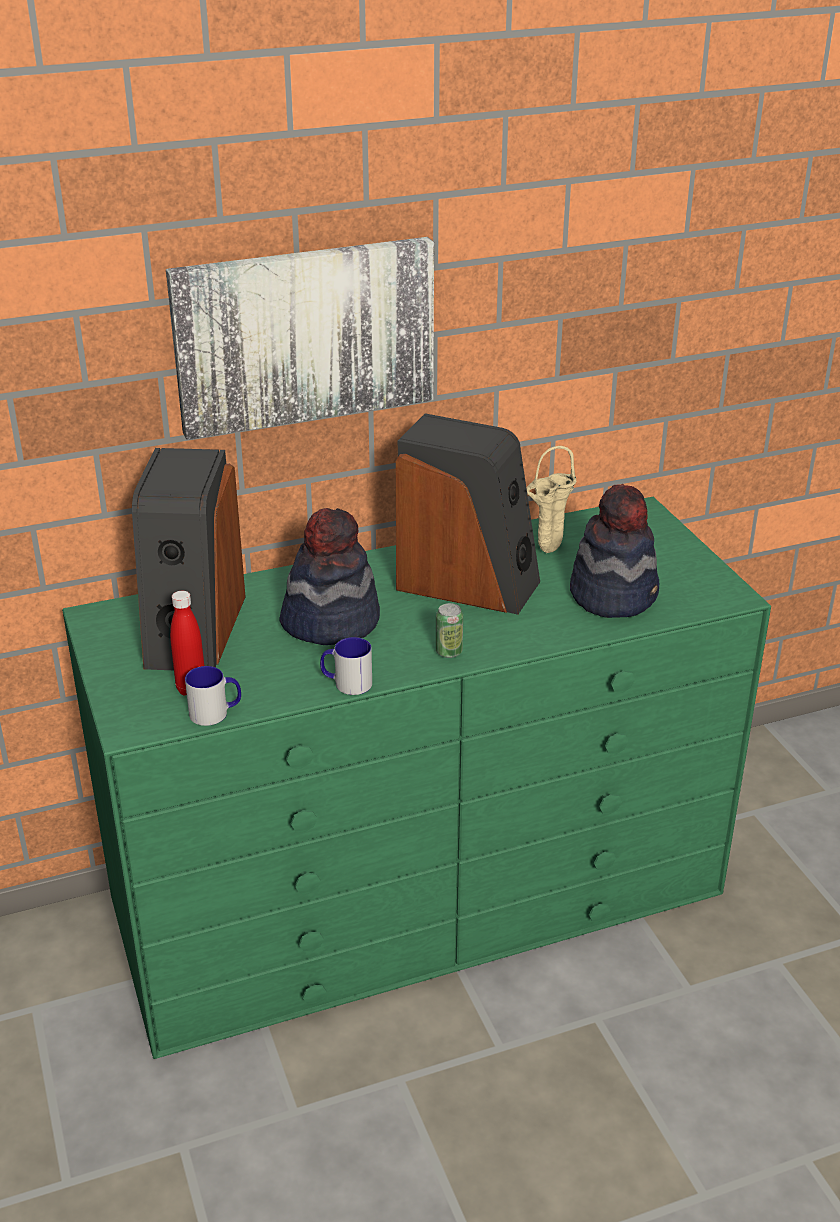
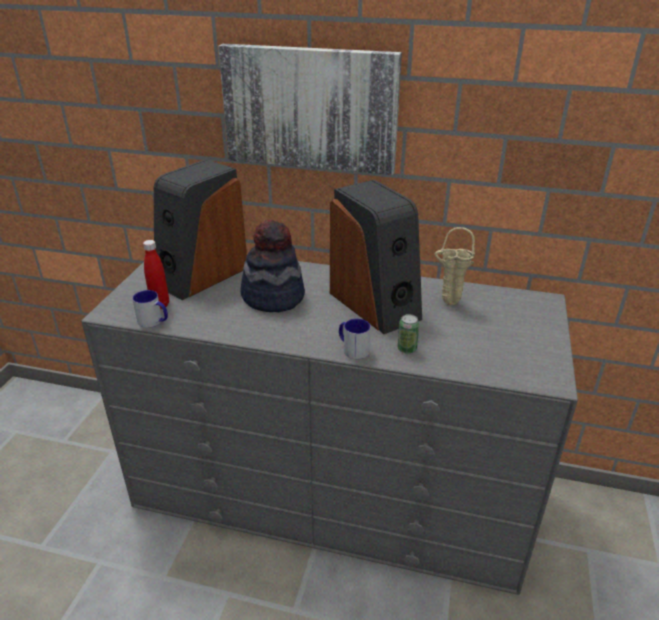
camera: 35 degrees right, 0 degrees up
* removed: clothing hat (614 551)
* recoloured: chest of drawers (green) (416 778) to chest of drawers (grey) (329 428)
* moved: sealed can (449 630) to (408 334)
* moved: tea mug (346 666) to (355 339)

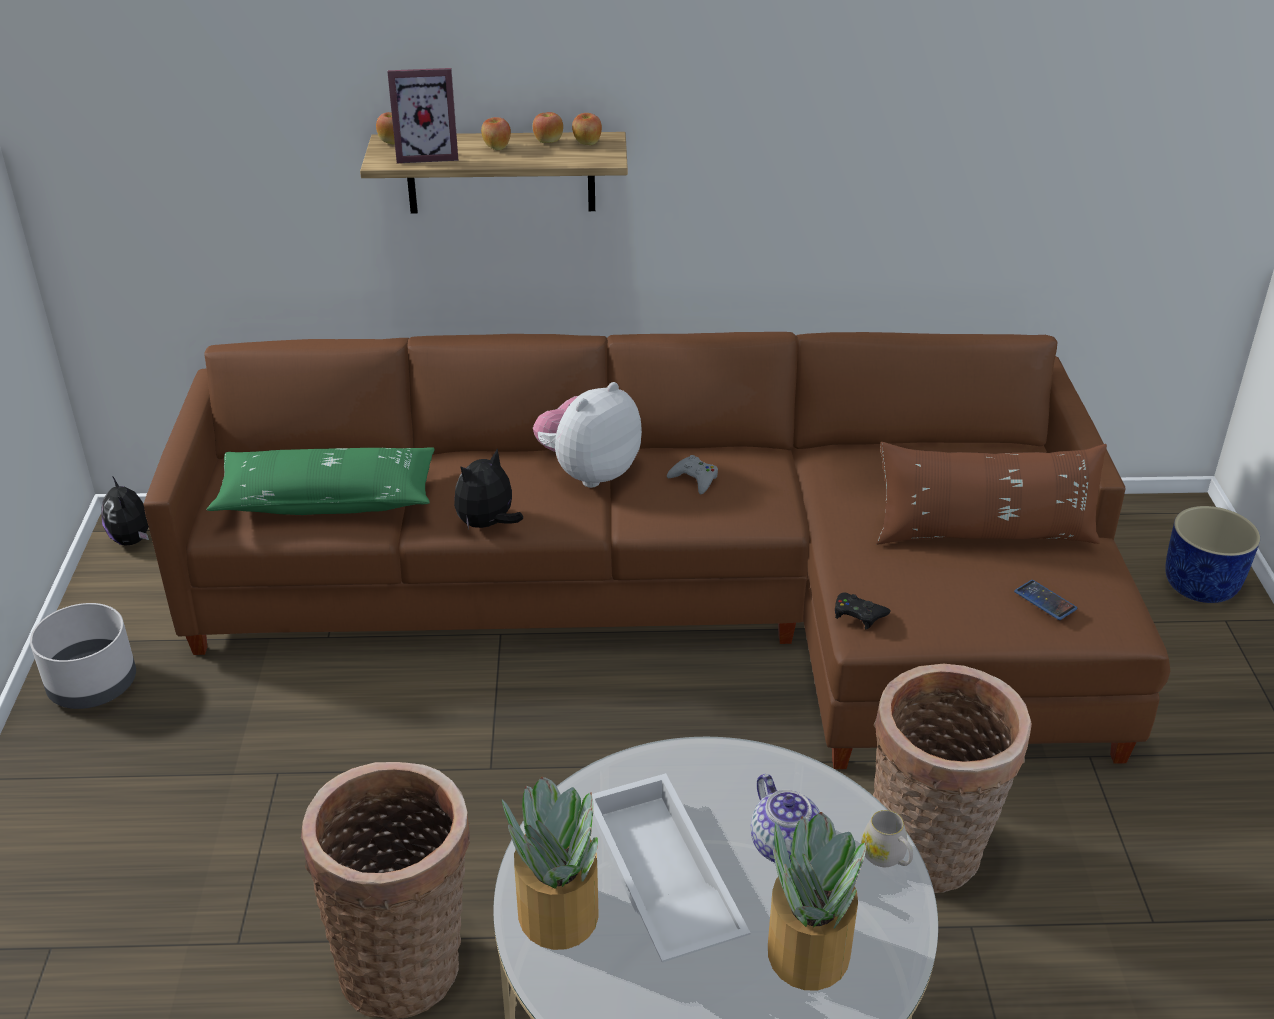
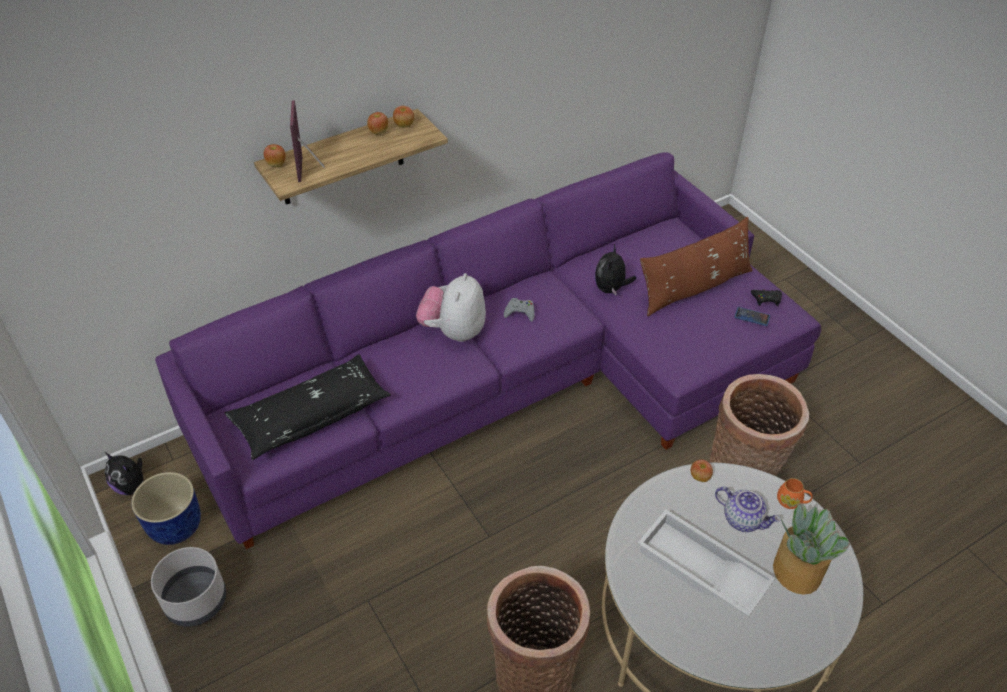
camera: 30 degrees left, 10 degrees up
* turned: photo frame (422 115) = (307 141) 120 degrees clockwise
* moved: apple fruit (496 133) to (702 470)
* recoloured: couch (brownish) (657 550) to couch (purple) (488 350)
* recoloured: throw pillow (green) (320 481) to throw pillow (black) (308 407)
* moved: cuddly toy (488 489) to (615 269)
* moved: flower pot (bluish) (1212 554) to (166 508)
* moved: gamepad (black) (863 611) to (766 298)
* removed: houseplant (550 863)
* recoloured: tea mug (whitish) (887 838) to tea mug (orange-coloured) (795 493)

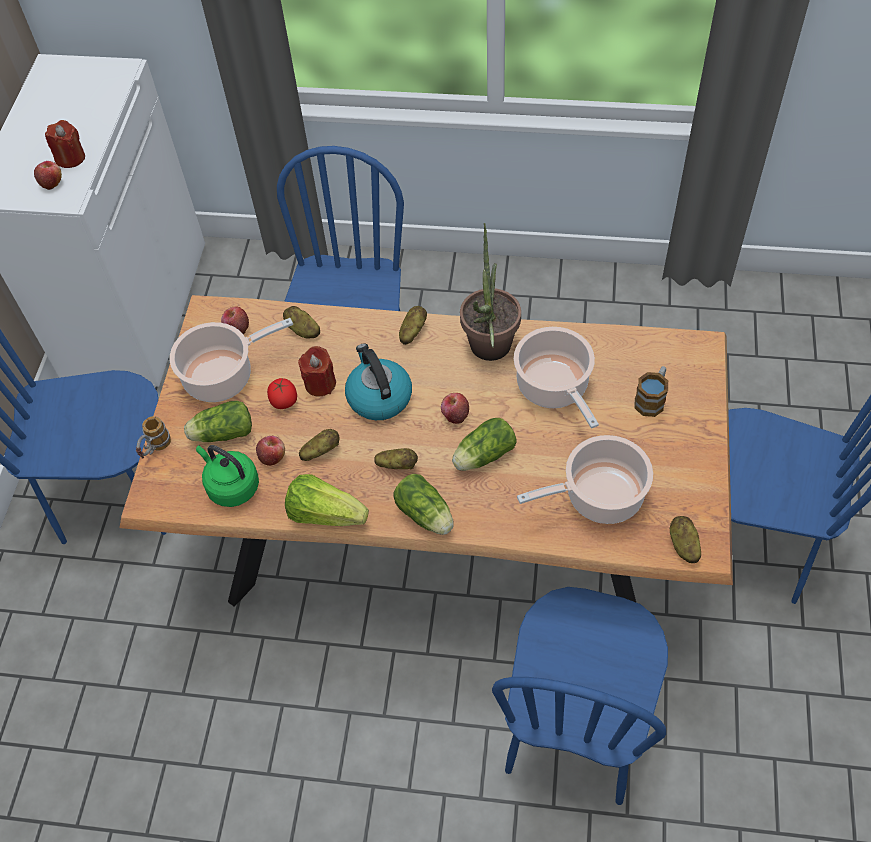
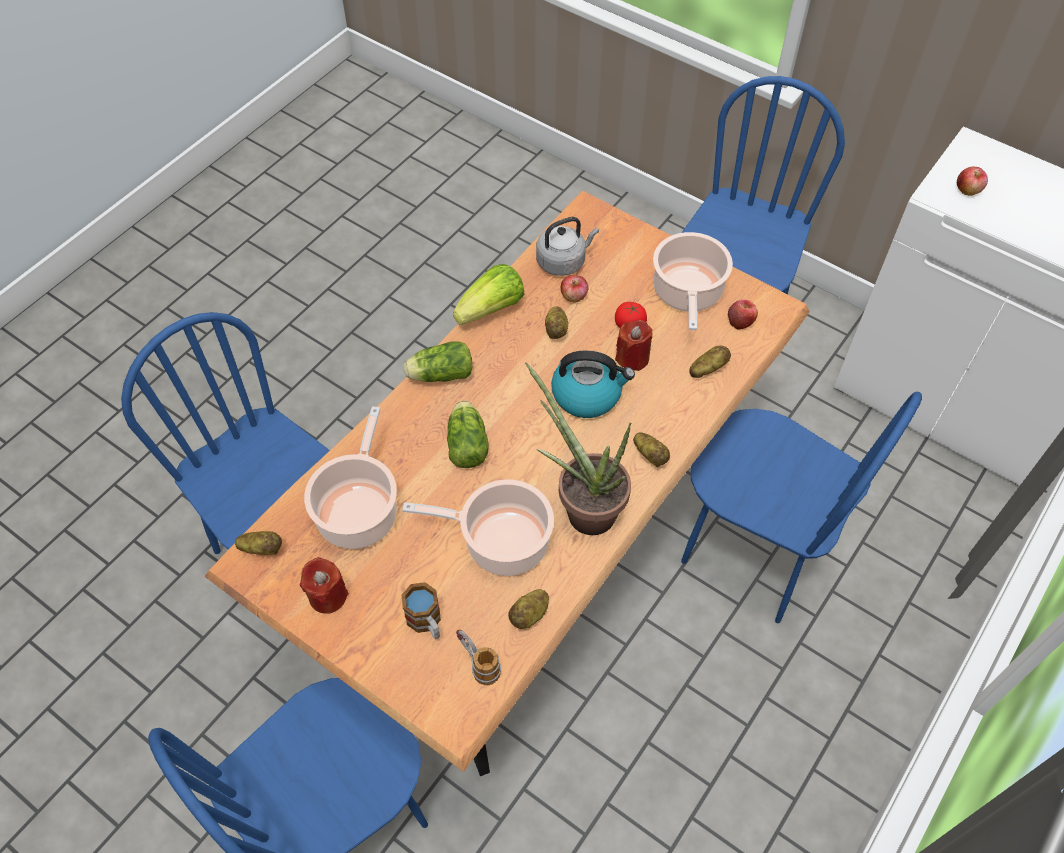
camera: 115 degrees right, 0 degrees up
* moved: wax light (reddish) (65 144) to (324 585)
* removed: apple fruit (455 408)
* removed: lettuce head (218 421)
* moved: tea mug (153 437) to (478 657)
* recoloured: kettle (green) (227 476) to kettle (grey) (567 246)
* moved: spud (396 458) to (528 609)

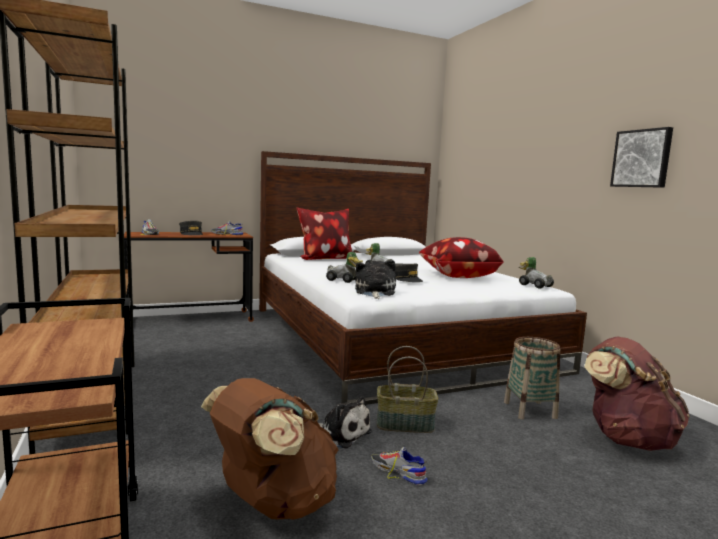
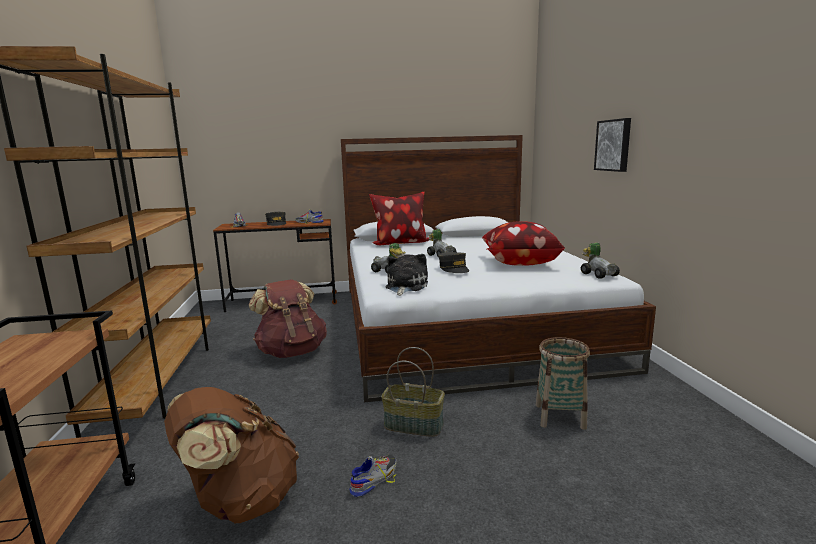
camera: 15 degrees right, 5 degrees up
* moved: picture (641 157) to (612 145)
* moved: knapsack (brownish) (637 394) to (287 318)
* removed: cuddly toy (345 422)
* turned: low shoe (400 466) = (372 476) 75 degrees clockwise

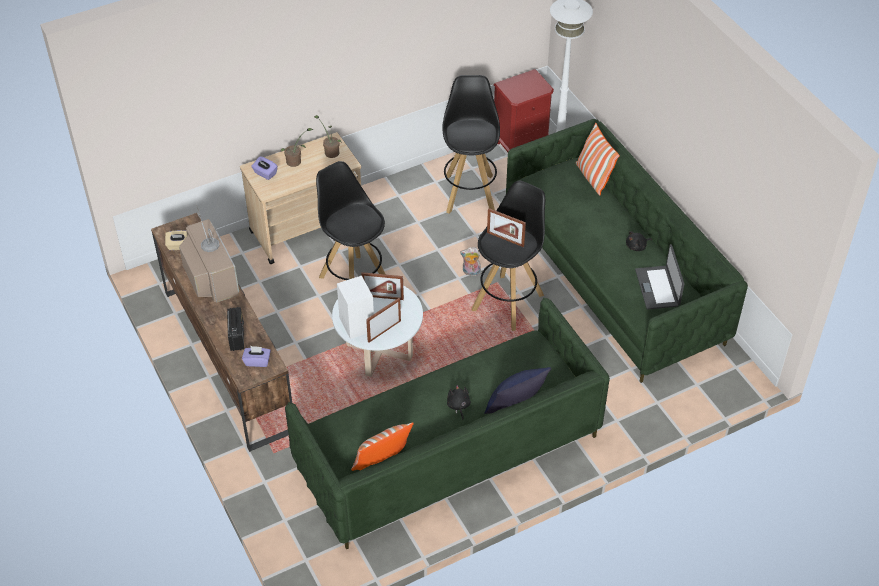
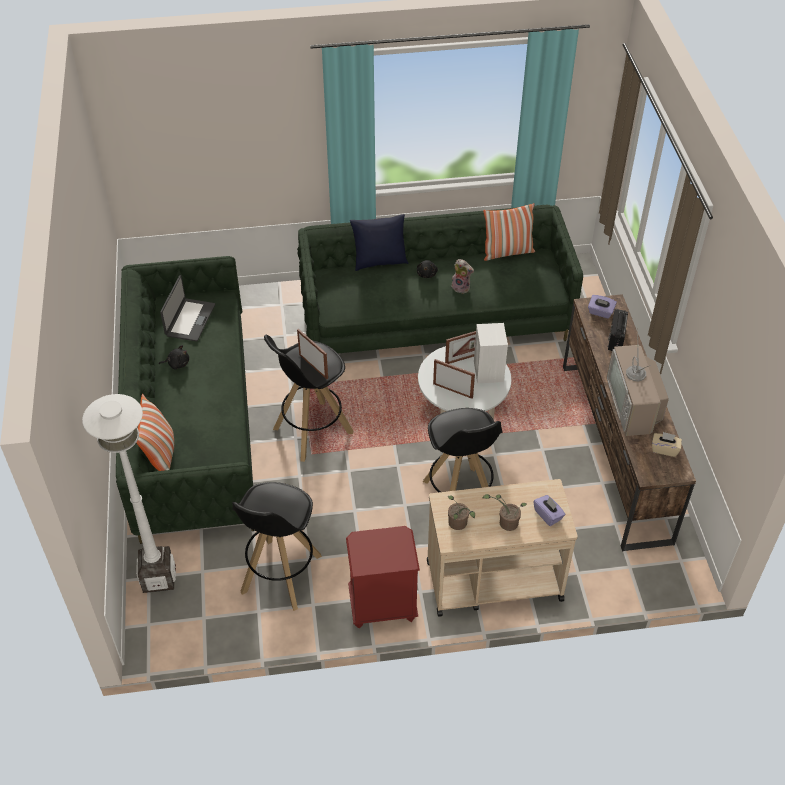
camera: 160 degrees left, 0 degrees up
* moved: bedside table (reddish) (524 110) to (383 577)
* moved: cuddly toy (470 261) to (462 276)

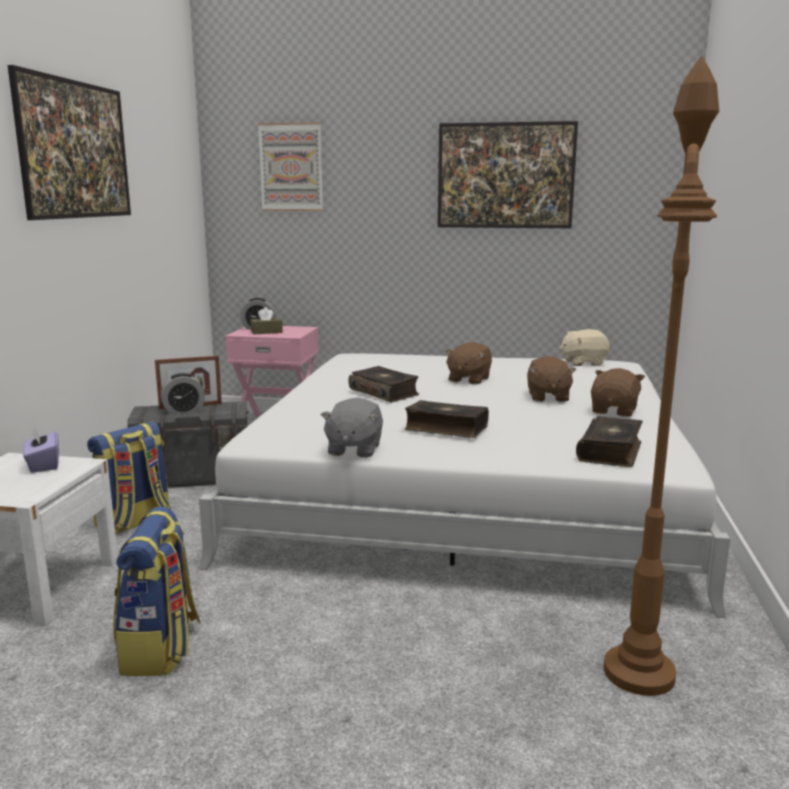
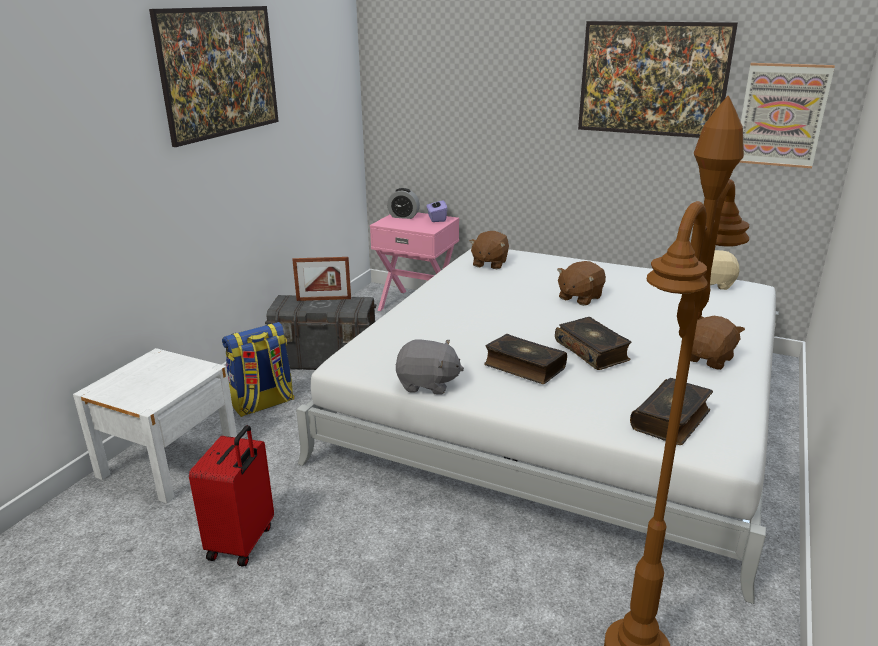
camera: 15 degrees right, 10 degrees up
* moved: picture (290 166) to (787 115)
* removed: tissue box (brownish) (267 321)
* moved: cuddly toy (brownish) (551 379) to (489 250)
* moved: volume (383 384) to (593 343)
* removed: bedside clock (183 393)
* turned: cuddly toy (grey) (352 428) = (430 367) 105 degrees counterclockwise
* moved: tissue box (purple) (40 449) to (436 211)
* replaced: knapsack (156 591) to piece of luggage (reddish) (231 496)

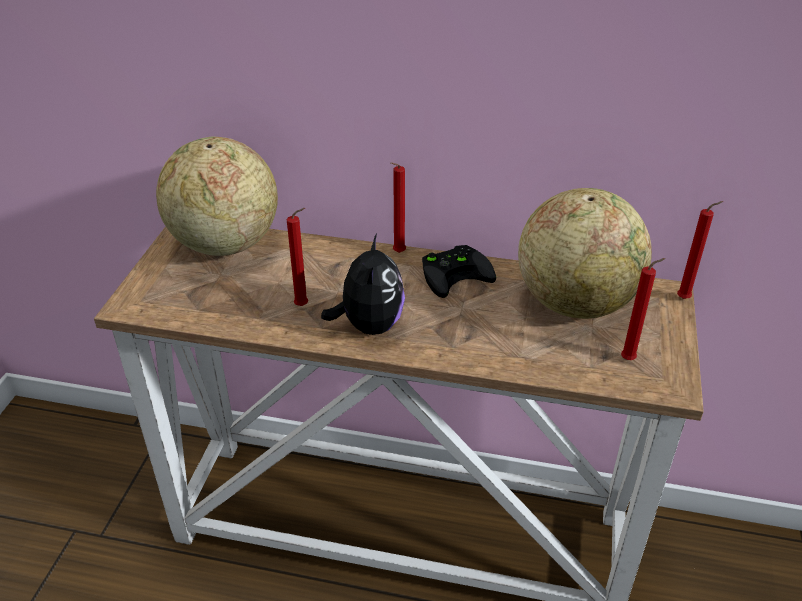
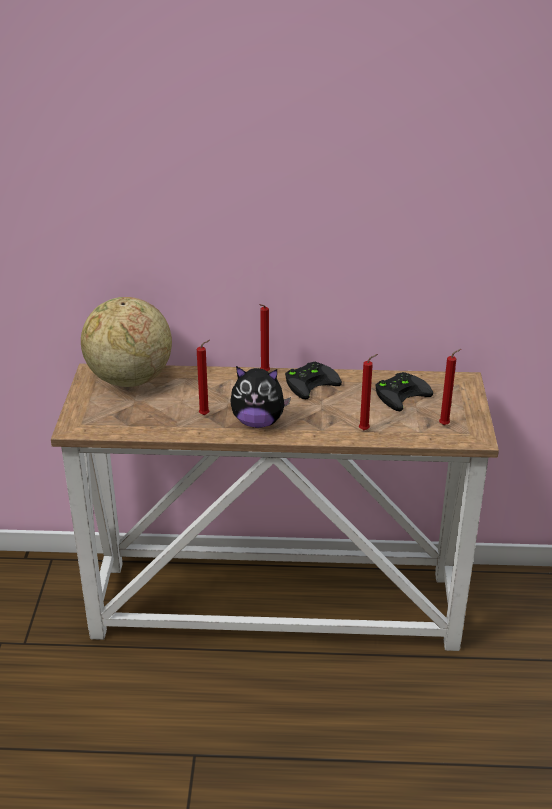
camera: 10 degrees left, 5 degrees down
* replaced: desk globe (585 253) to gamepad (black) (404 391)
* moved: wax light (reddish) (700 250) to (368 392)
* turned: cuddly toy (363 284) = (260 397) 105 degrees clockwise

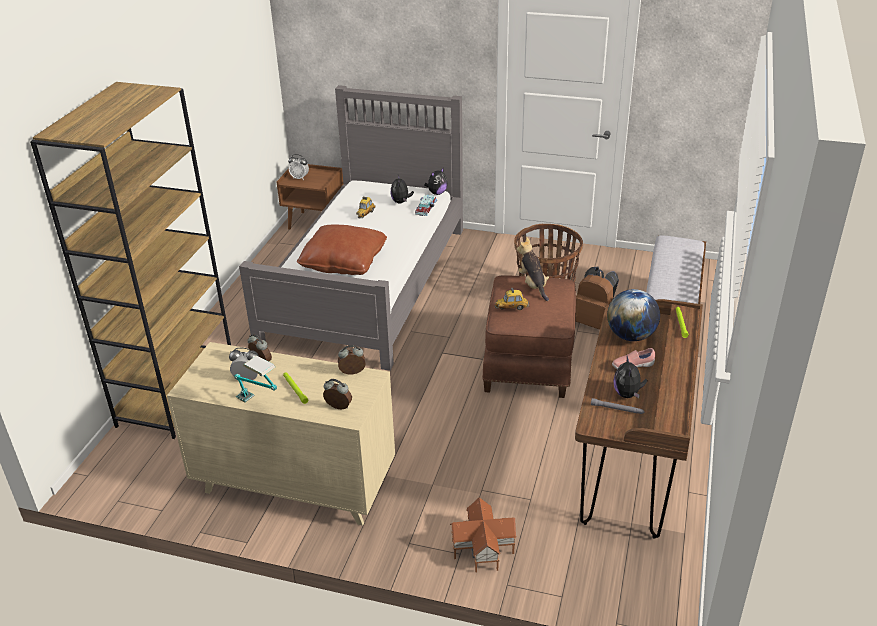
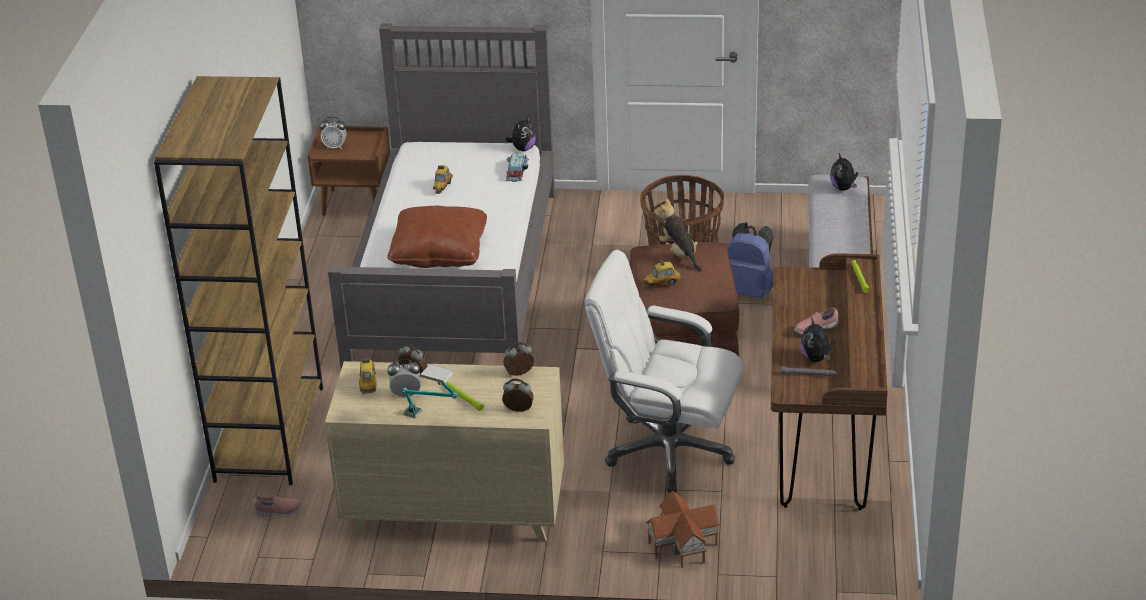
camera: 10 degrees left, 0 degrees up
* moved: cuddly toy (402 189) to (844 172)
* recoloured: knapsack (brownish) (597 298) to knapsack (bluish) (750 260)
* removed: desk globe (633 315)
* added: computer chair (whitish) (664 371)
* added: model car (367 377)
* added: low shoe (pinkish) (277 506)

